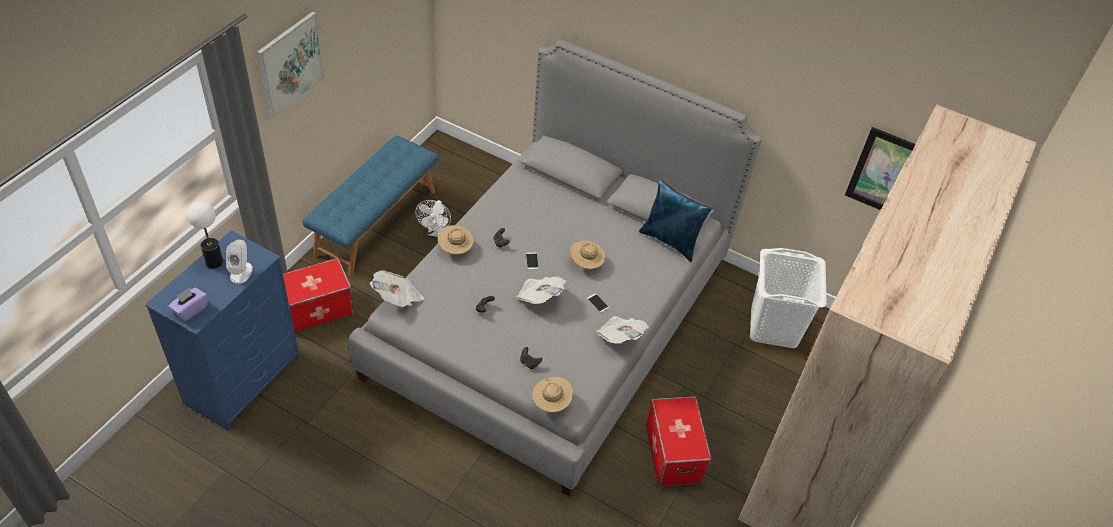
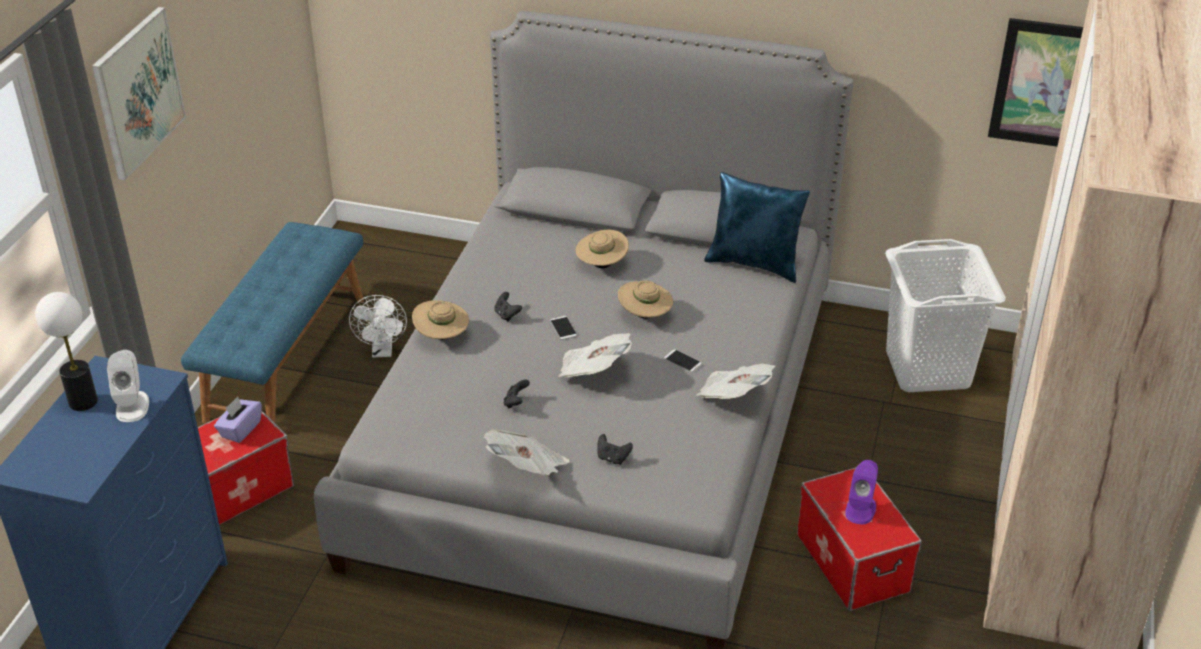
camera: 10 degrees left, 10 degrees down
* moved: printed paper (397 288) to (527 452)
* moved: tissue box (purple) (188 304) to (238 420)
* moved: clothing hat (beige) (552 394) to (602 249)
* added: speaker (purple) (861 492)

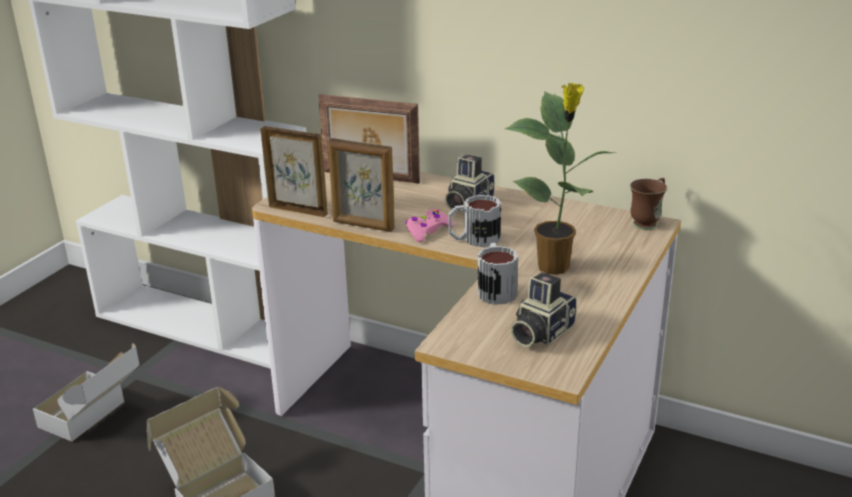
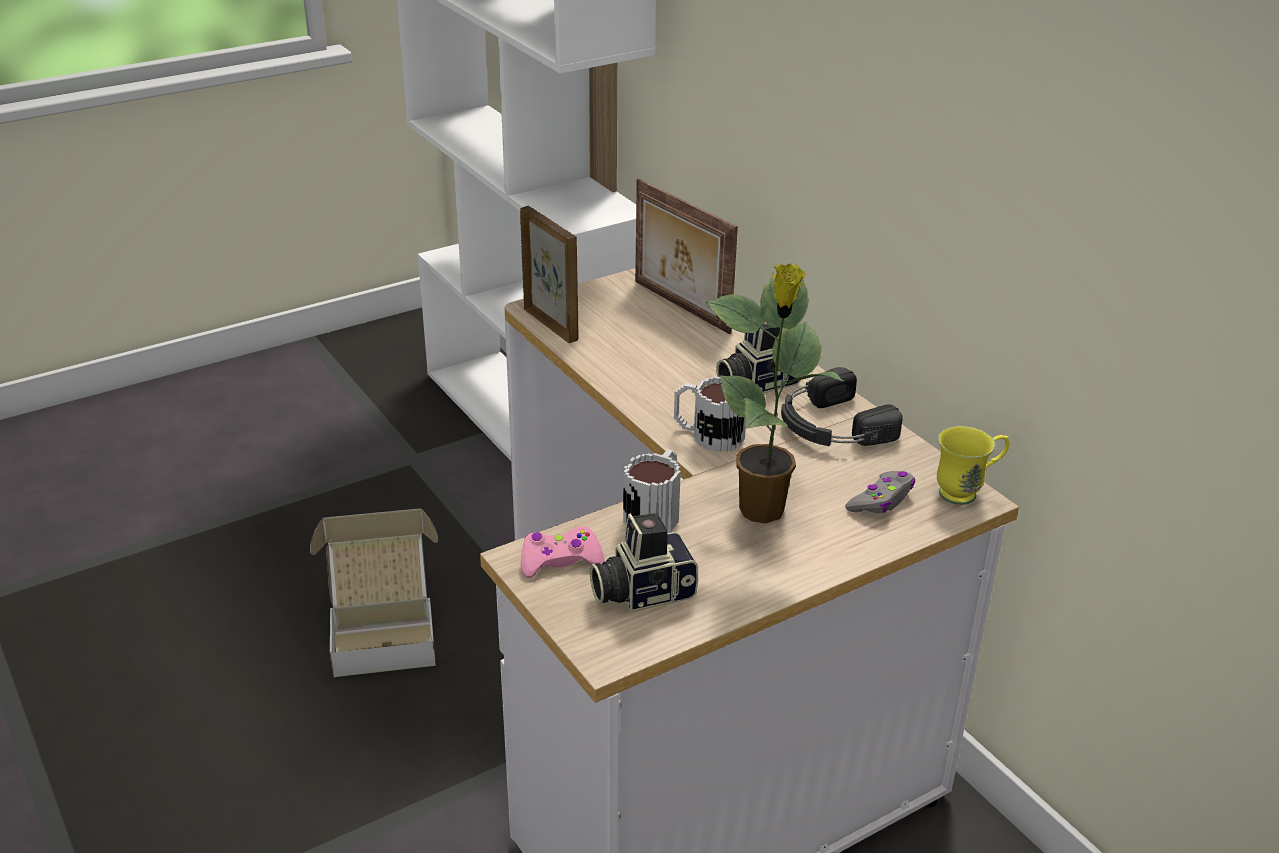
camera: 30 degrees right, 5 degrees up
* removed: photo frame (361 185)
* recoloured: tea mug (brownish) (648 203) to tea mug (yellow-coloured) (973 465)
* moved: gamepad (pinkish) (430 225) to (563 552)
* removed: cardboard box (86 392)
* added: pair of headphones (black) (841 406)
* added: gamepad (grey) (880 492)

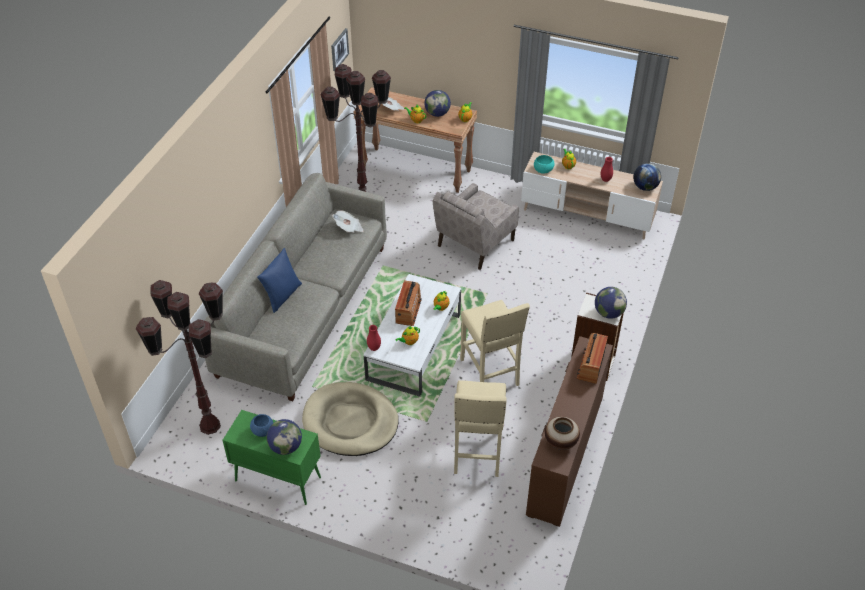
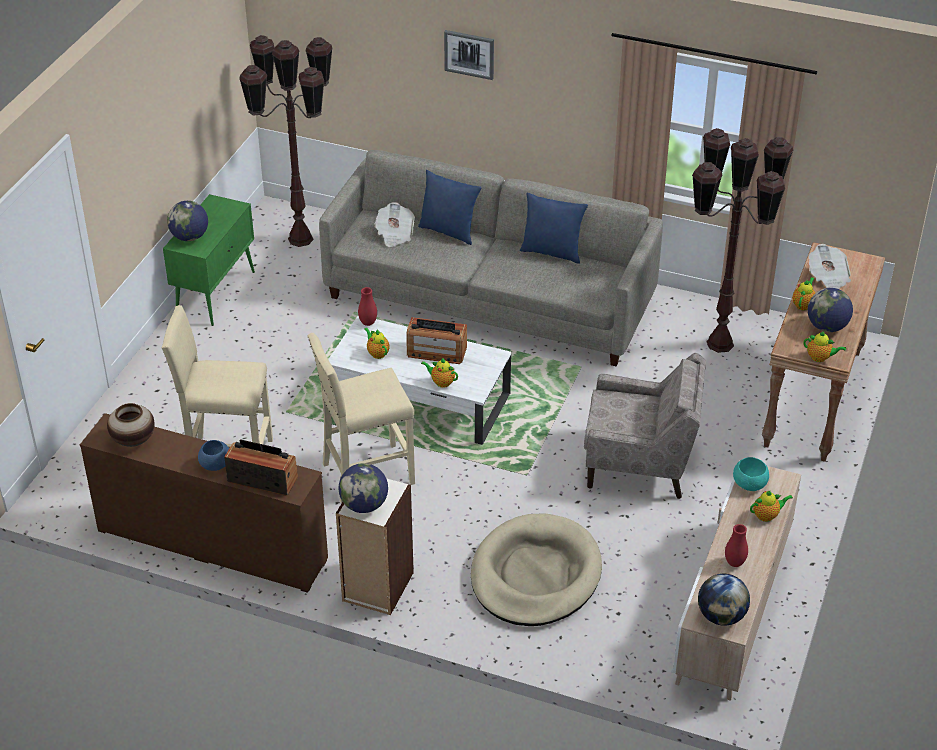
camera: 90 degrees right, 5 degrees down
* moved: picture (340 49) to (469 55)
* turned: easy chair (beige) (475 226) = (645 426) 150 degrees clockwise
* moved: printed paper (347 222) to (394 224)
* moved: pet bed (beige) (350 419) to (536 569)
* moved: bowl (bluish) (261 425) to (213 455)
* added: throw pillow (bluish) (554 228)

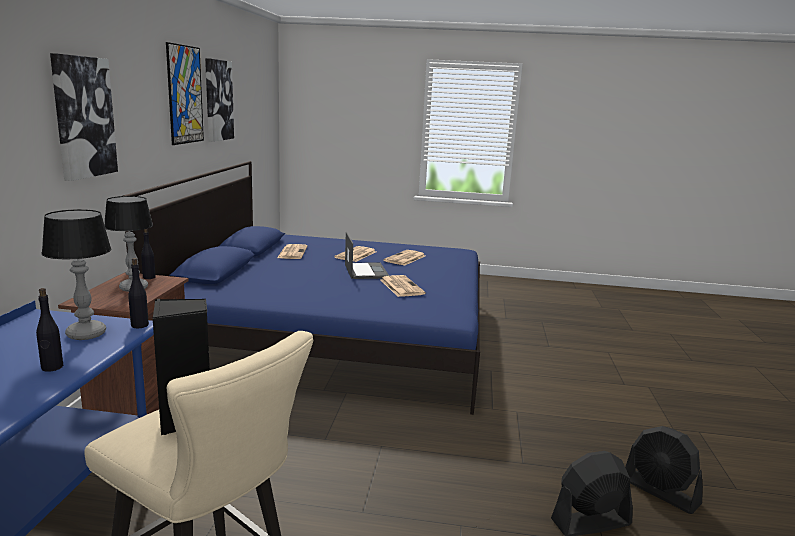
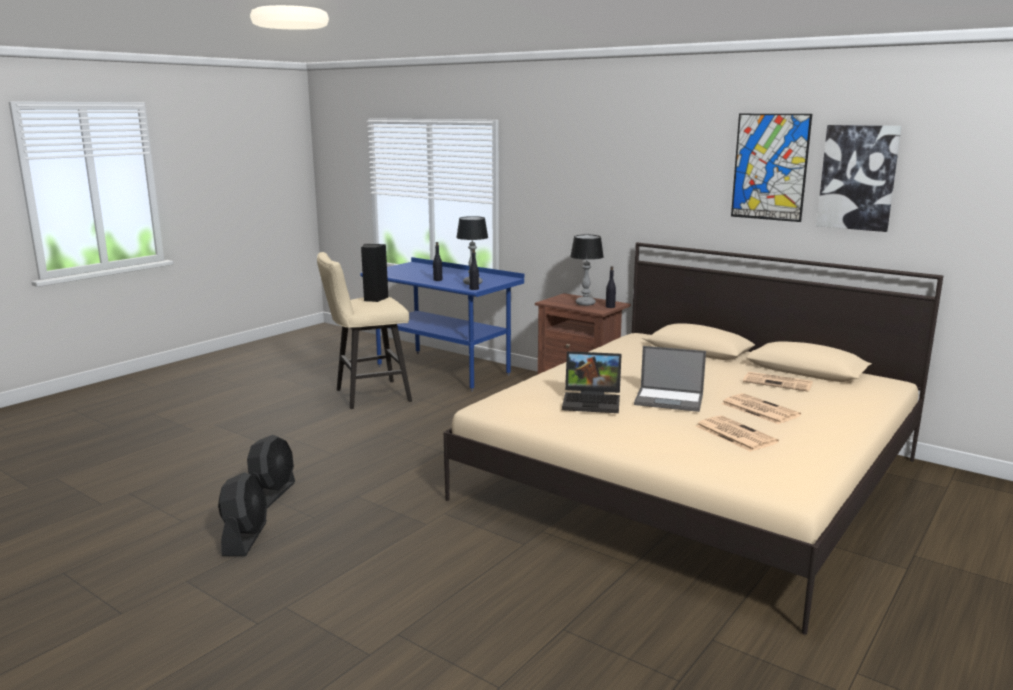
camera: 120 degrees right, 0 degrees up
* removed: picture (84 117)
* recoloured: bedroom bed (bluish) (301 288) to bedroom bed (beige) (693 438)
* replaced: printed paper (402 286) to portable computer (592 382)
* turned: cooling fan (black) (664 470) = (242 514) 105 degrees clockwise

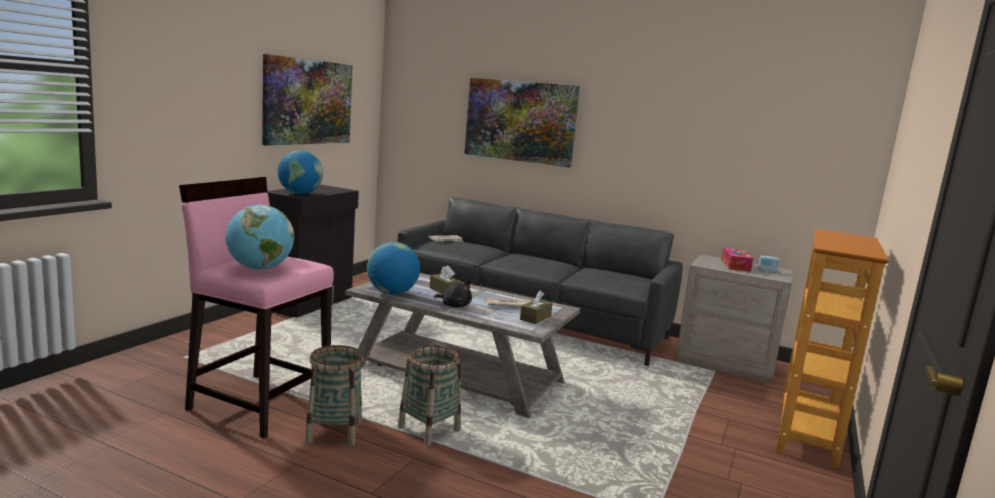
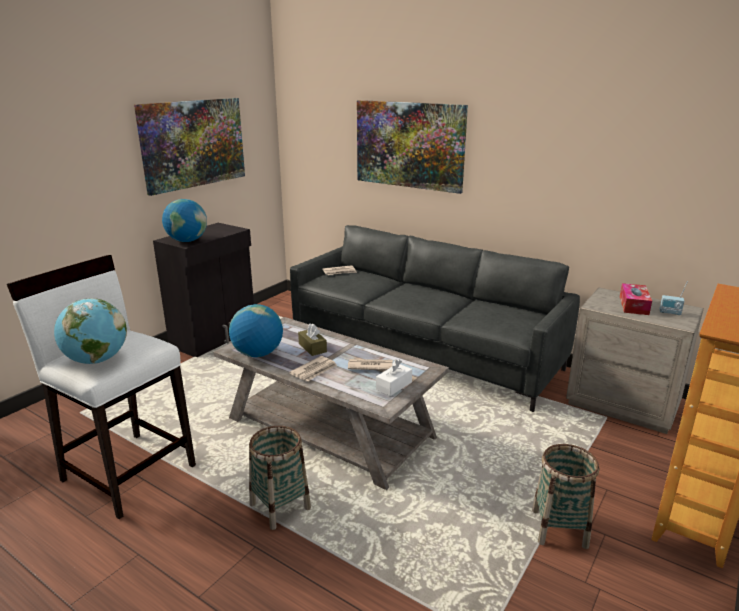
camera: 10 degrees right, 10 degrees up
* recoloured: stool (pinkish) (256 307) to stool (whitish) (101 387)
* replaced: cuddly toy (black) (453 294) to printed paper (313 368)
* recoloured: tissue box (brownish) (536 307) to tissue box (whitish) (394 377)
* moved: household basket (334 395) to (565 496)

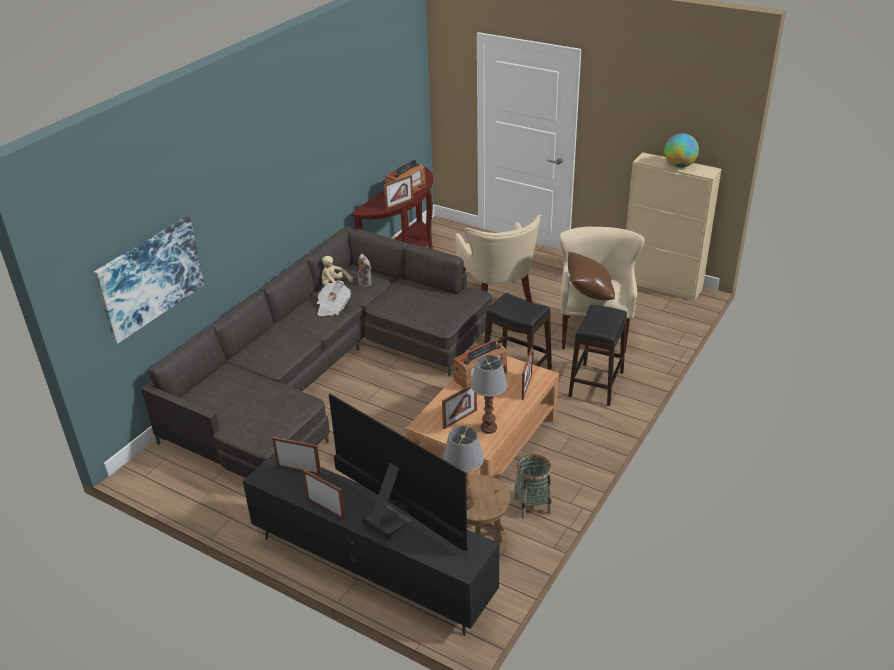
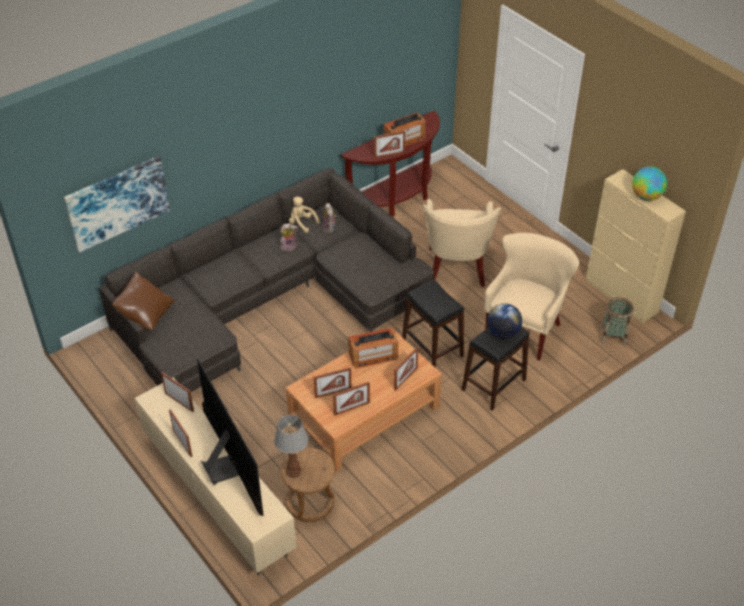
camera: 20 degrees right, 10 degrees up
* moved: throw pillow (brownish) (591 276) to (143 300)
* replaced: printed paper (334 298) to cuddly toy (289 237)
* replaced: tabletop lamp (488 394) to photo frame (351 398)
* recoloured: tv stand (black) (371 544) to tv stand (beige) (215 476)
* moved: household basket (533 486) to (617 321)
* added: desk globe (504 320)

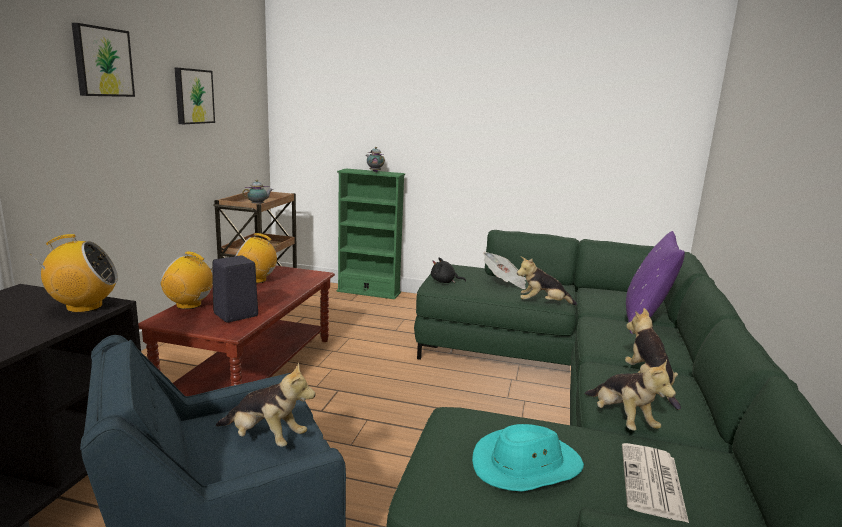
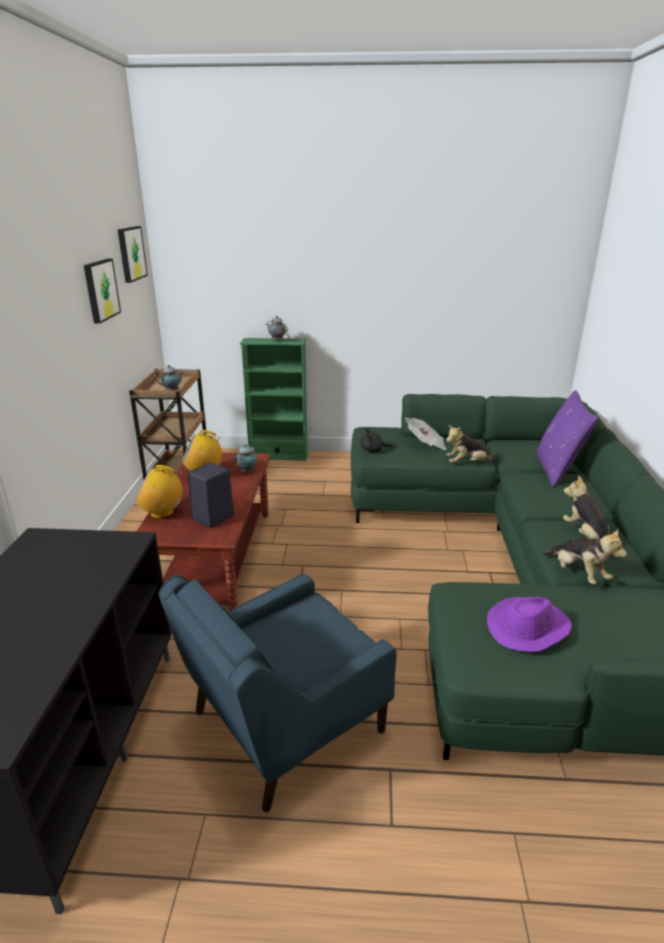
camera: 10 degrees left, 10 degrees up
* moved: picture (103 60) to (133 254)
* removed: radio set (74 273)
* removed: cuddly toy (266 404)
* recoloured: clothing hat (turquoise) (528 458) to clothing hat (purple) (529 624)
* removed: printed paper (655 483)
* added: tea pot (246 458)

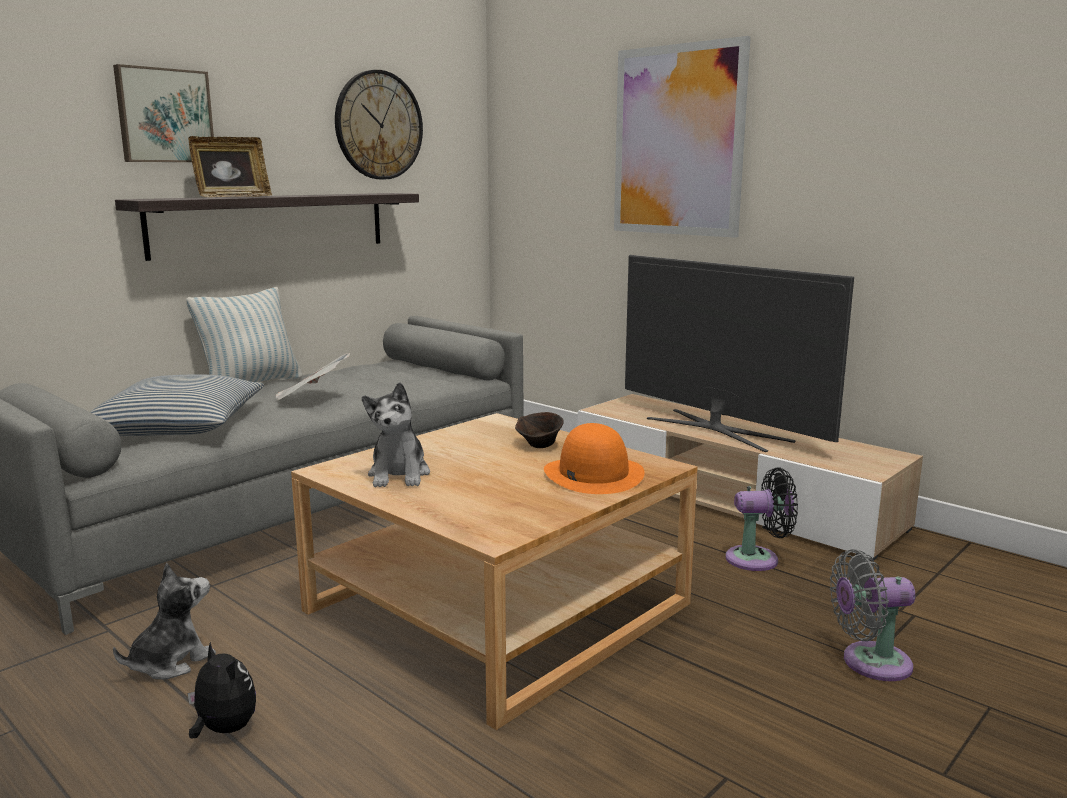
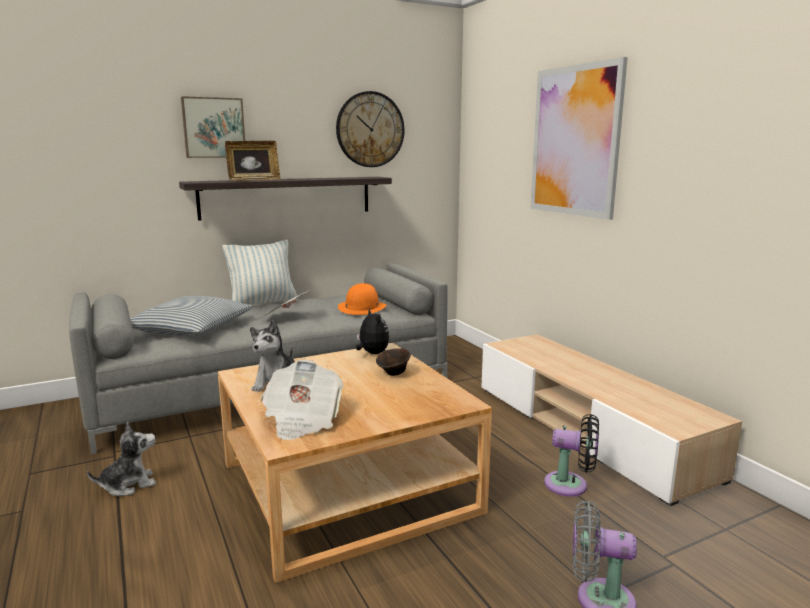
camera: 20 degrees right, 0 degrees up
* removed: TV set (739 353)
* moved: clothing hat (orange-coloured) (594 458) to (362 299)
* moved: cuddly toy (222 690) to (372 331)
* added: printed paper (302 400)

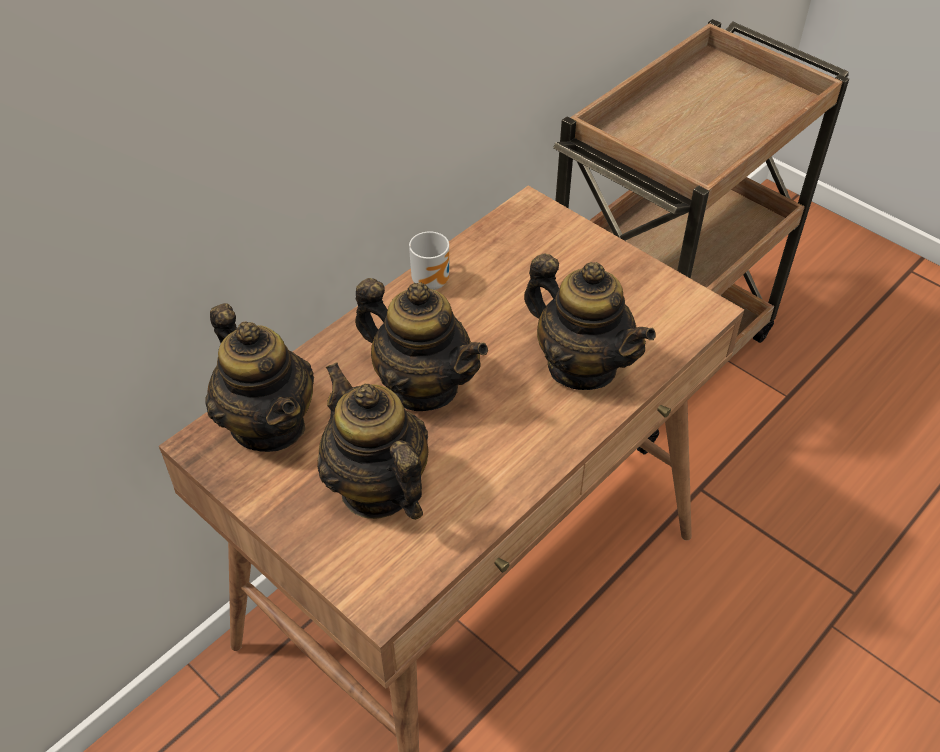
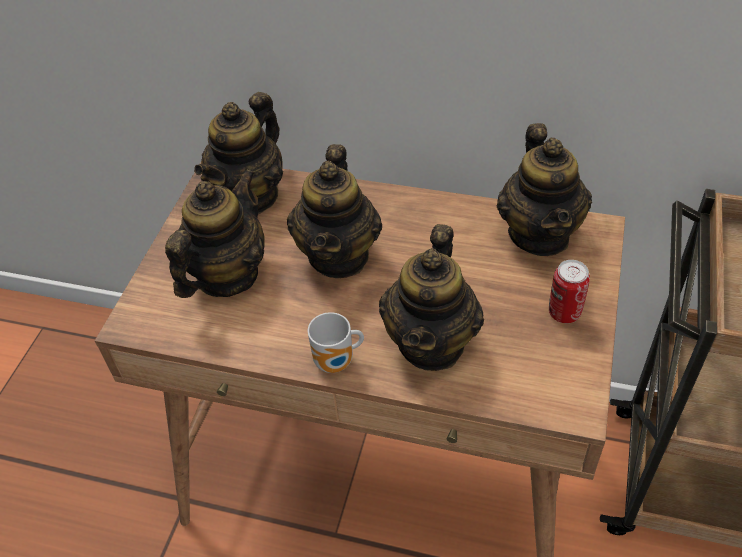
camera: 65 degrees right, 0 degrees up
* moved: tea mug (429 261) to (336 342)
* added: tea pot (544 189)
* added: sealed can (569 291)

